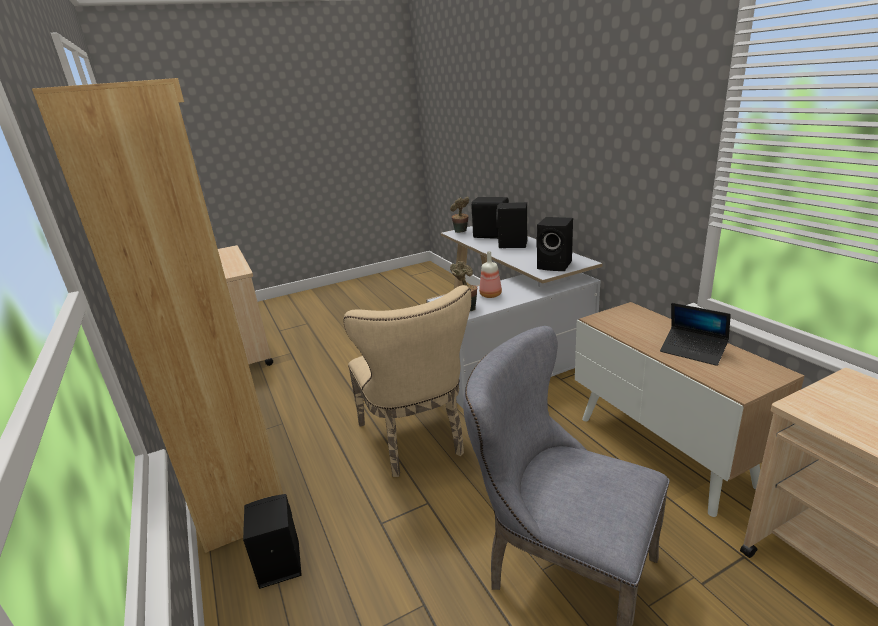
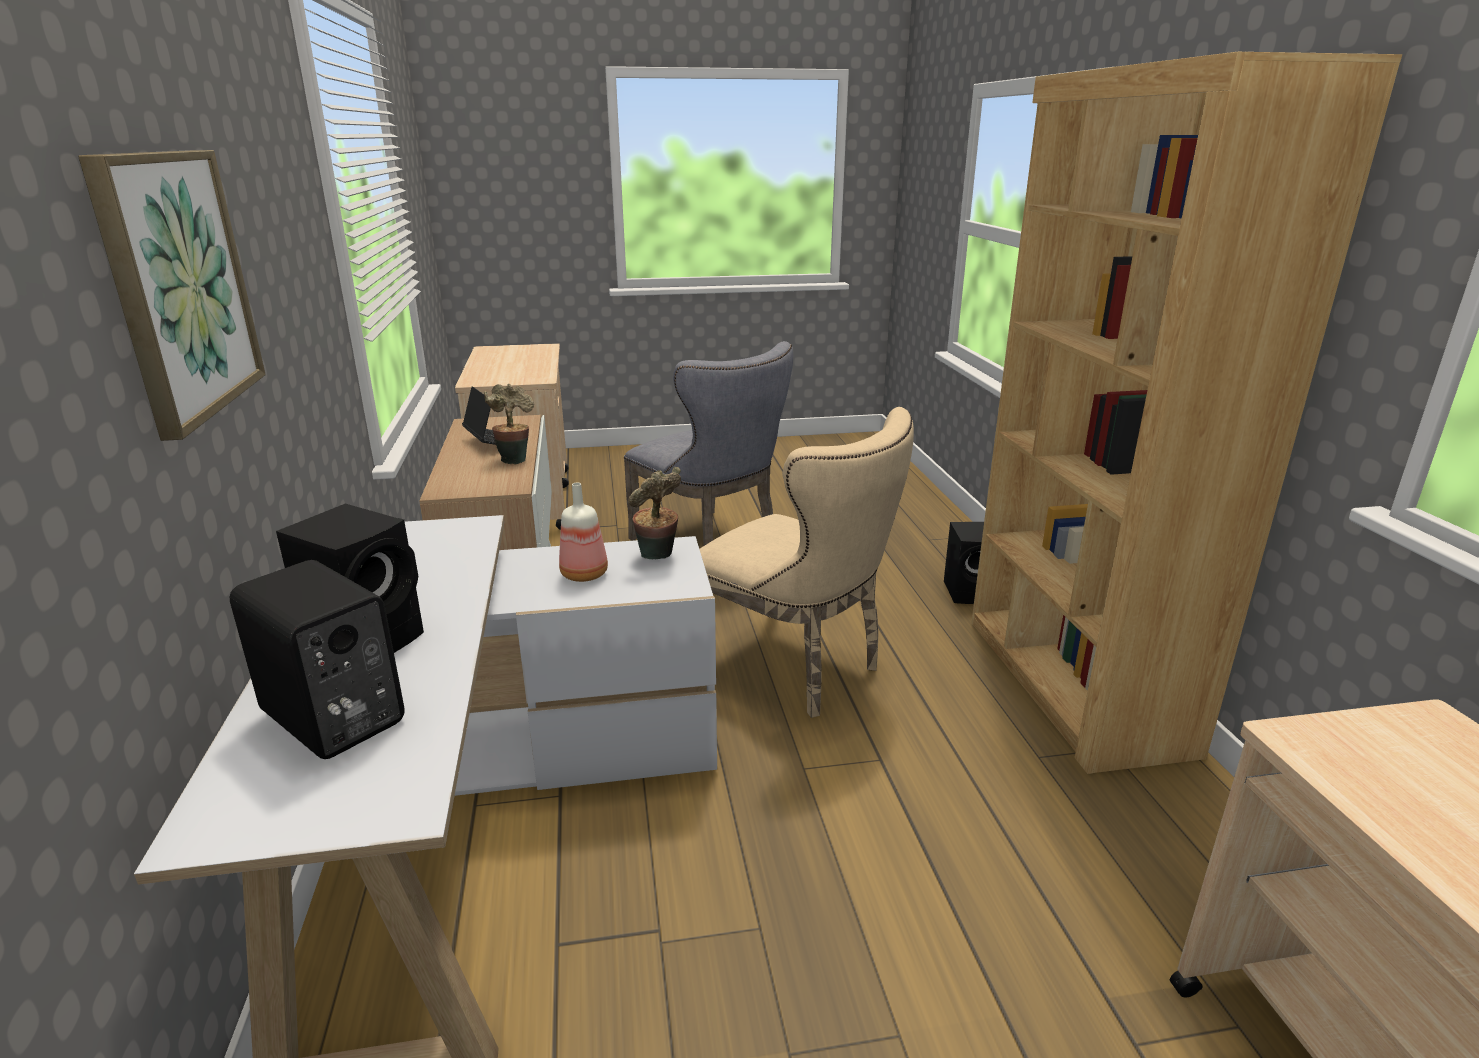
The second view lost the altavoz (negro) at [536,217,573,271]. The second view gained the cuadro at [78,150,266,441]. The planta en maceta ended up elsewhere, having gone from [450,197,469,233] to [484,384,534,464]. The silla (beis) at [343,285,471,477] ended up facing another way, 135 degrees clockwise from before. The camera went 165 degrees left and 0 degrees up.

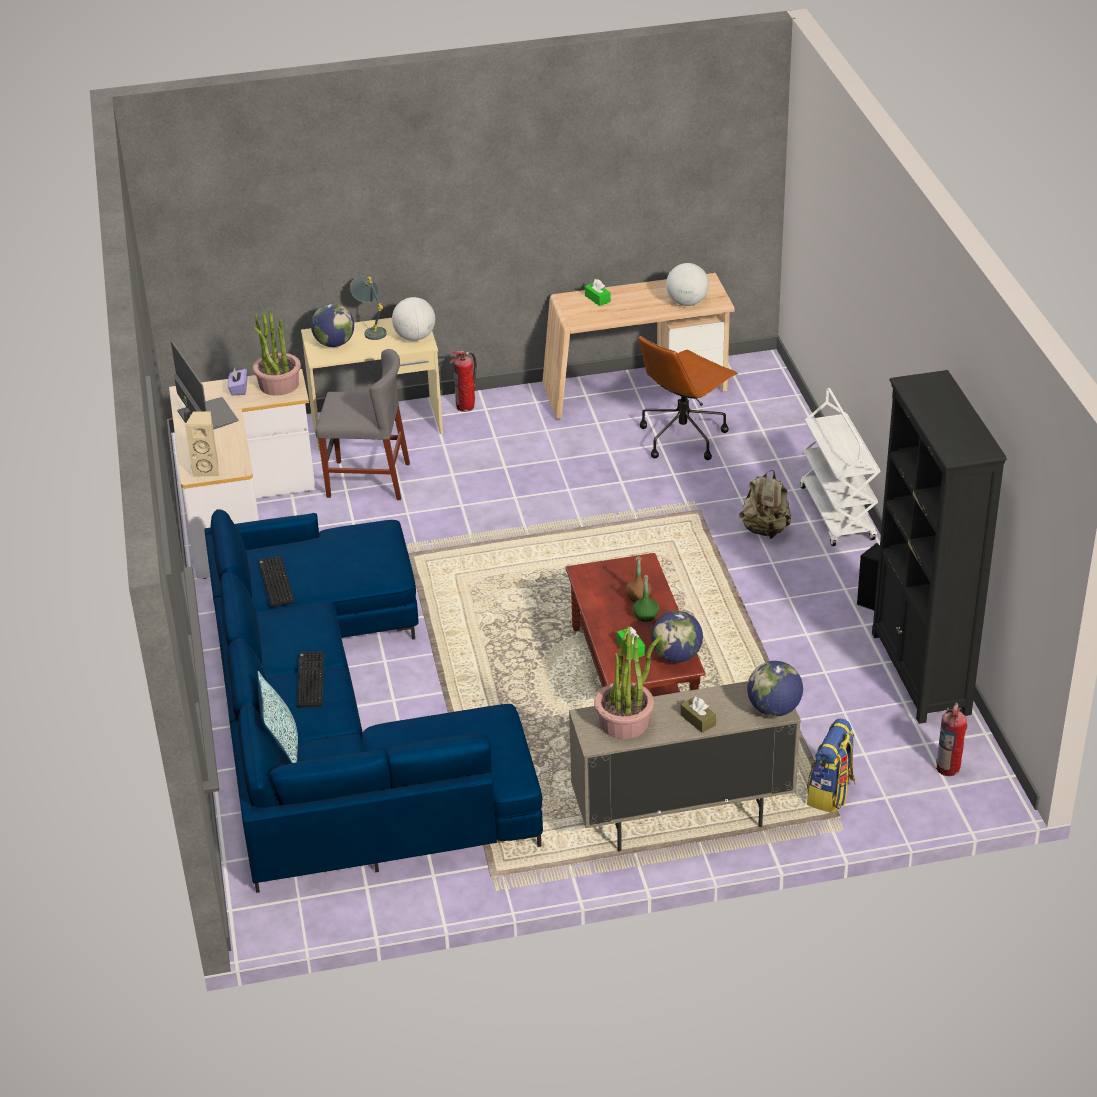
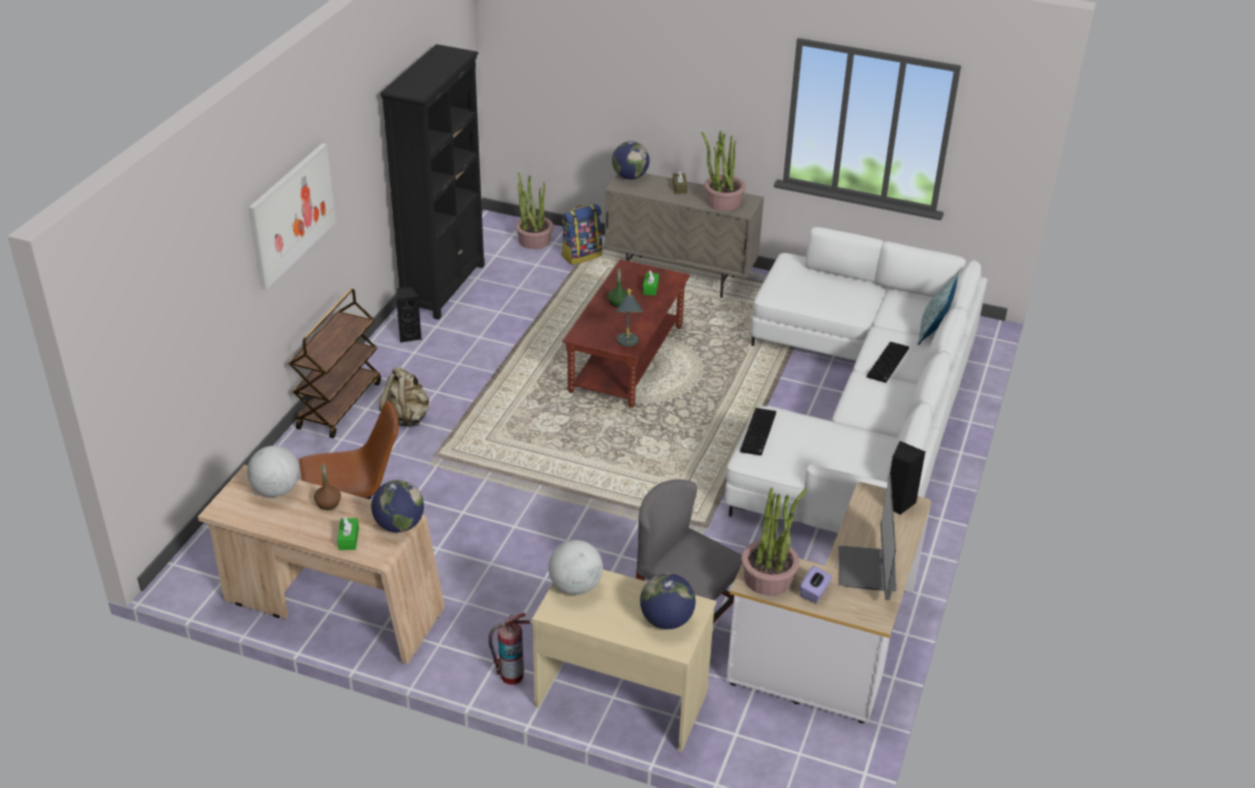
The second view lost the extintor at [936,703,967,776]. The second view gained the cuadro at [248,143,336,290]. The second view gained the planta en maceta at [516,172,554,249]. The teclado ended up elsewhere, having gone from [258,556,295,607] to [740,408,776,456]. The lámpara de mesa (gris) ended up elsewhere, having gone from [350,276,387,340] to [615,289,643,347]. The botella (marrón) ended up elsewhere, having gone from [626,556,652,602] to [314,464,341,510]. The globo terráqueo ended up elsewhere, having gone from [651,611,703,663] to [371,480,424,532]. What was the altavoz (beis) at [184,411,219,477] turned into the altavoz (negro) at [890,441,926,515]. What was the sofá (azul) at [204,509,543,893] turned into the sofá (blanco) at [724,227,988,533]. What was the carrito (blanco) at [800,388,881,546] turned into the carrito (marrón) at [289,289,381,438]. The camera went 150 degrees left and 0 degrees up.

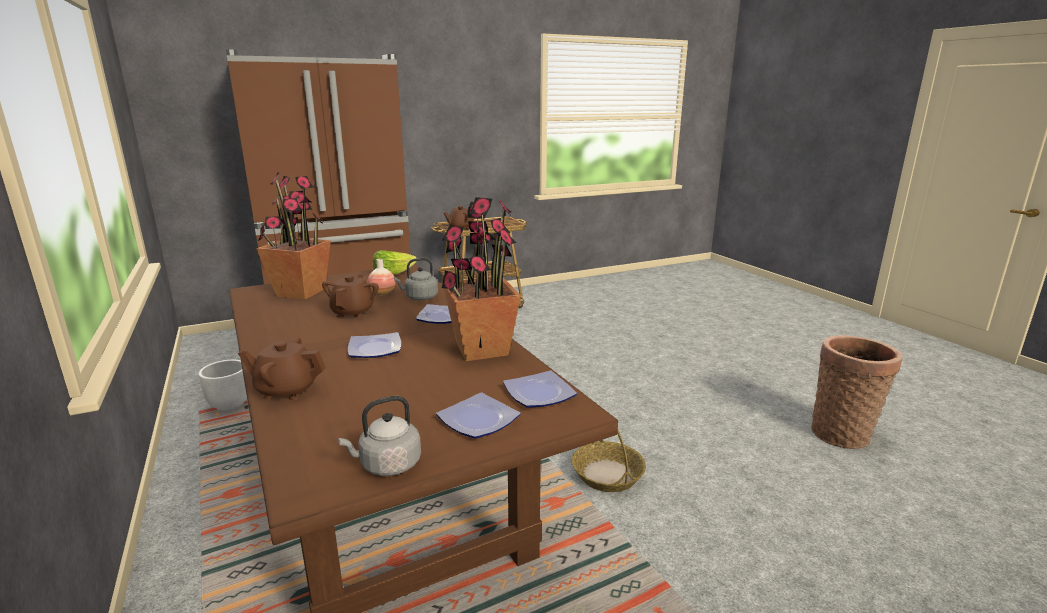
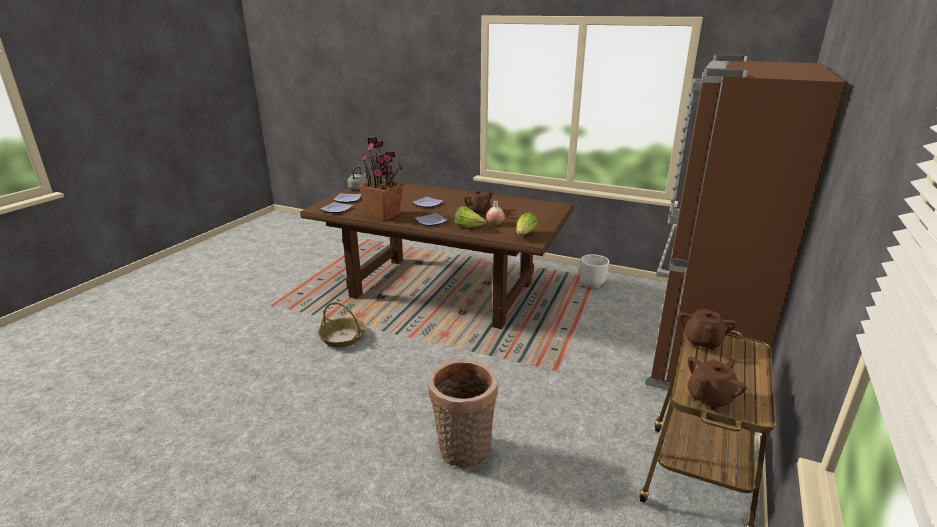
The second view lost the planta en maceta at [256,172,331,300]. The tetera (marrón) ended up elsewhere, having gone from [238,337,326,400] to [687,356,747,410]. The cesta ended up elsewhere, having gone from [811,335,903,449] to [429,359,498,469]. Where the hervidor (gris) stood at [394,258,438,300], the lechuga came to stand at [455,206,486,227]. The camera went 140 degrees right and 5 degrees up.

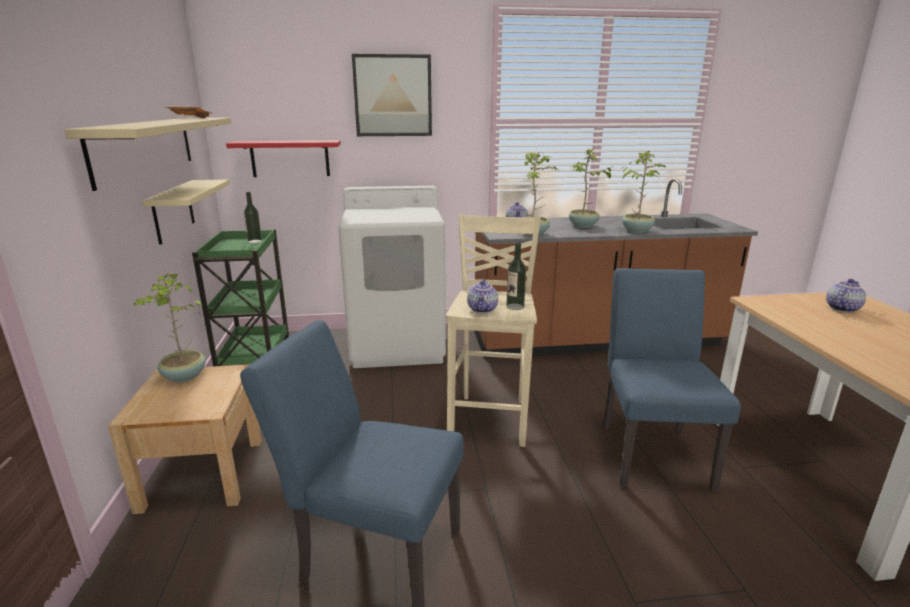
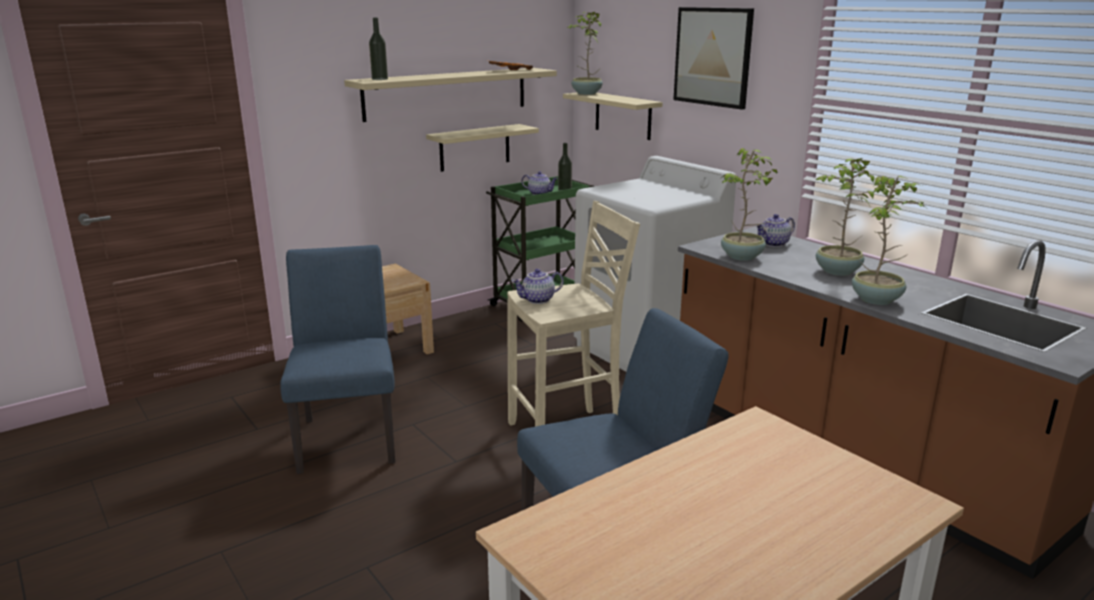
The planta en maceta ended up elsewhere, having gone from [133,273,206,382] to [567,12,603,95]. The botella ended up elsewhere, having gone from [506,242,526,310] to [369,18,388,80]. The tetera ended up elsewhere, having gone from [826,279,866,312] to [521,171,558,195]. What was the estante (rojo) at [226,140,341,177] turned into the estante (beis) at [563,93,663,140]. The camera went 60 degrees right and 0 degrees up.

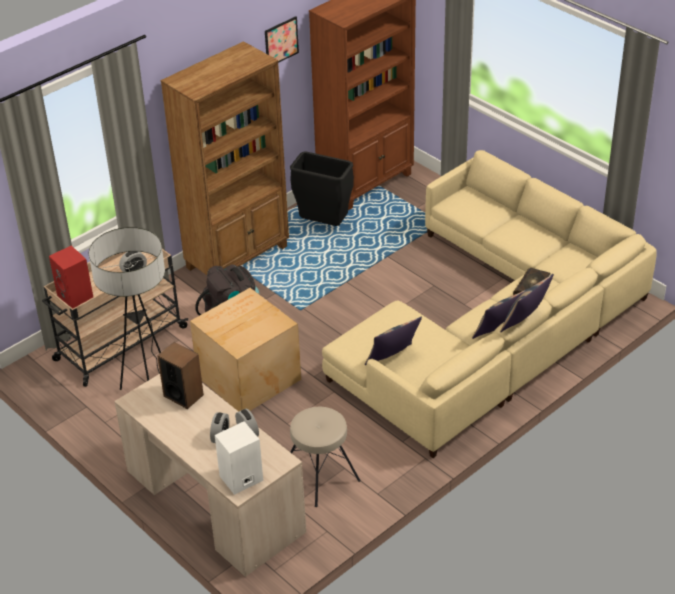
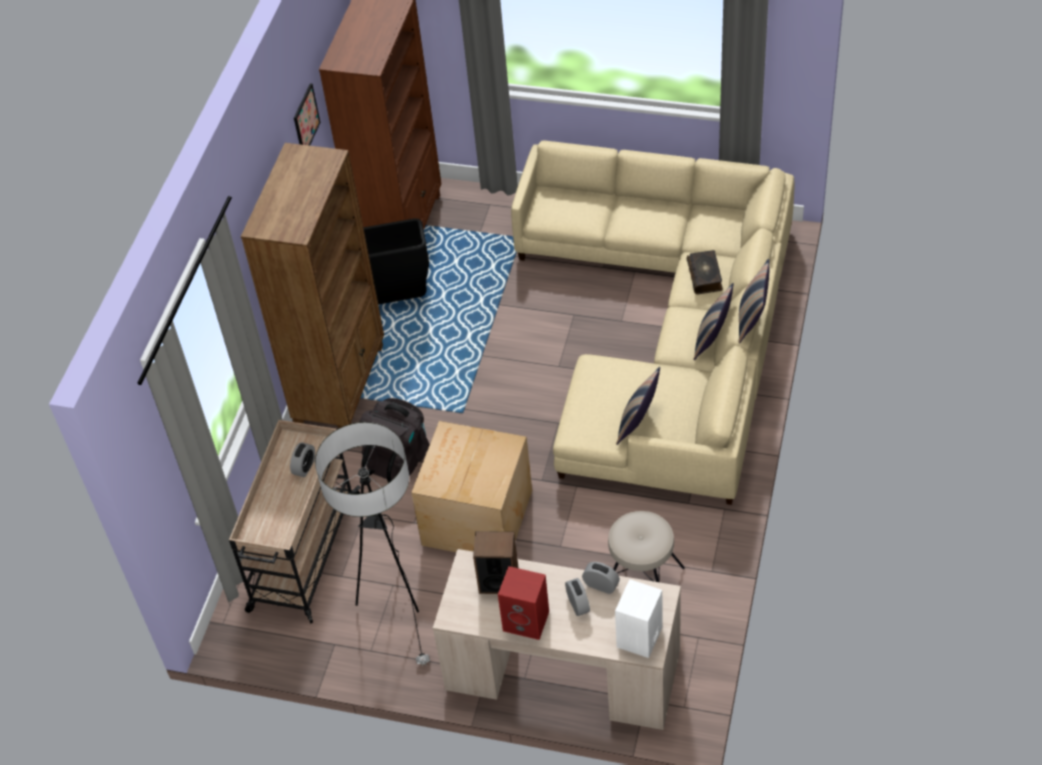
The altavoz (rojo) ended up elsewhere, having gone from [49,246,93,308] to [498,566,549,640]. The camera went 30 degrees left and 10 degrees up.

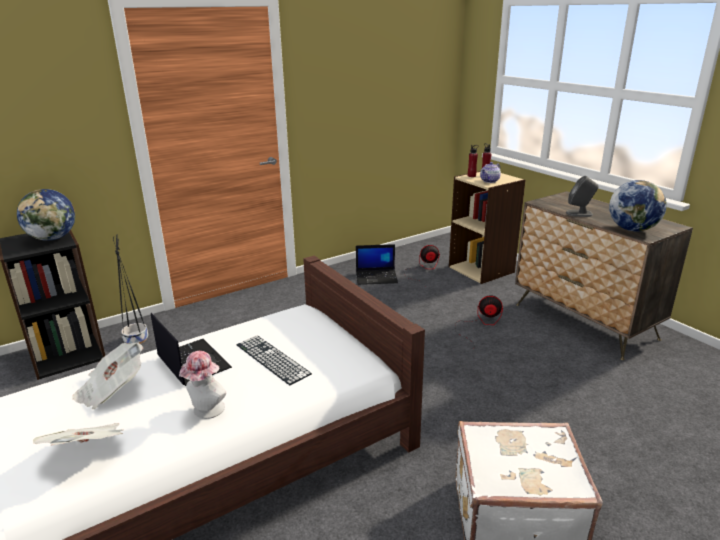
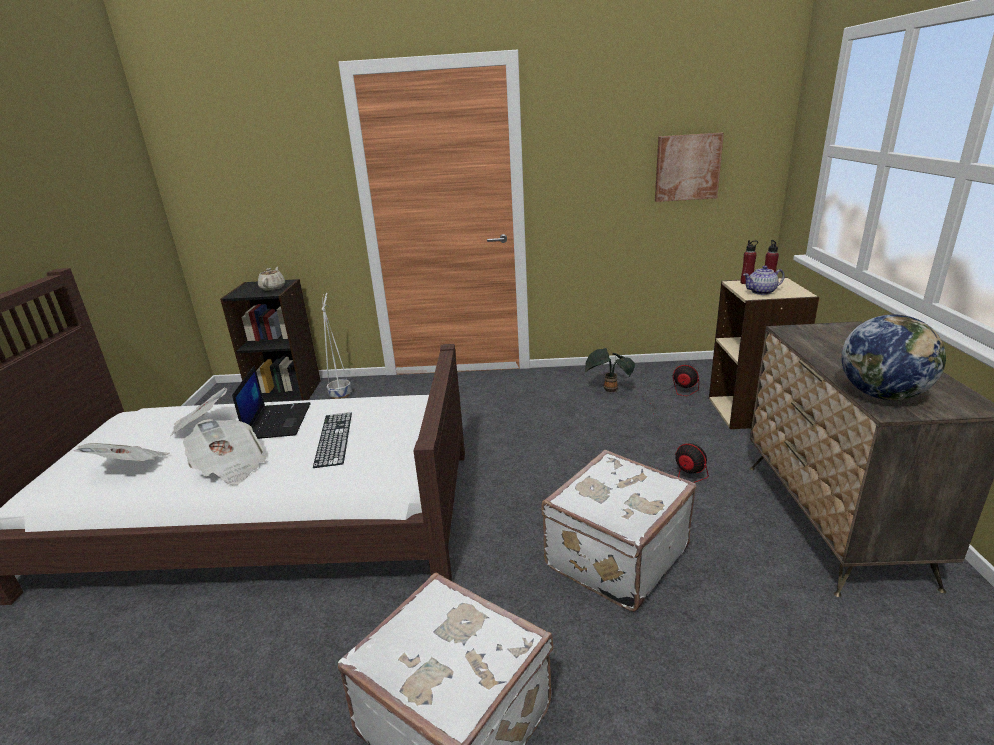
The second view lost the altavoz (gris) at [566,176,598,217]. The second view gained the maleta (blanco) at [541,450,696,612]. The second view gained the cuadro at [655,133,724,202]. Where the globo terráqueo stood at [17,189,75,241], the tetera (beis) came to stand at [258,267,285,291]. Where the sombrero stood at [179,351,226,419], the periódico came to stand at [183,419,266,485]. Where the portátil stood at [356,244,398,285], the planta en maceta came to stand at [585,348,635,392]. What was the maceta (negro) at [113,234,148,344] turned into the maceta (blanco) at [322,293,351,399]. The camera went 35 degrees right and 0 degrees up.

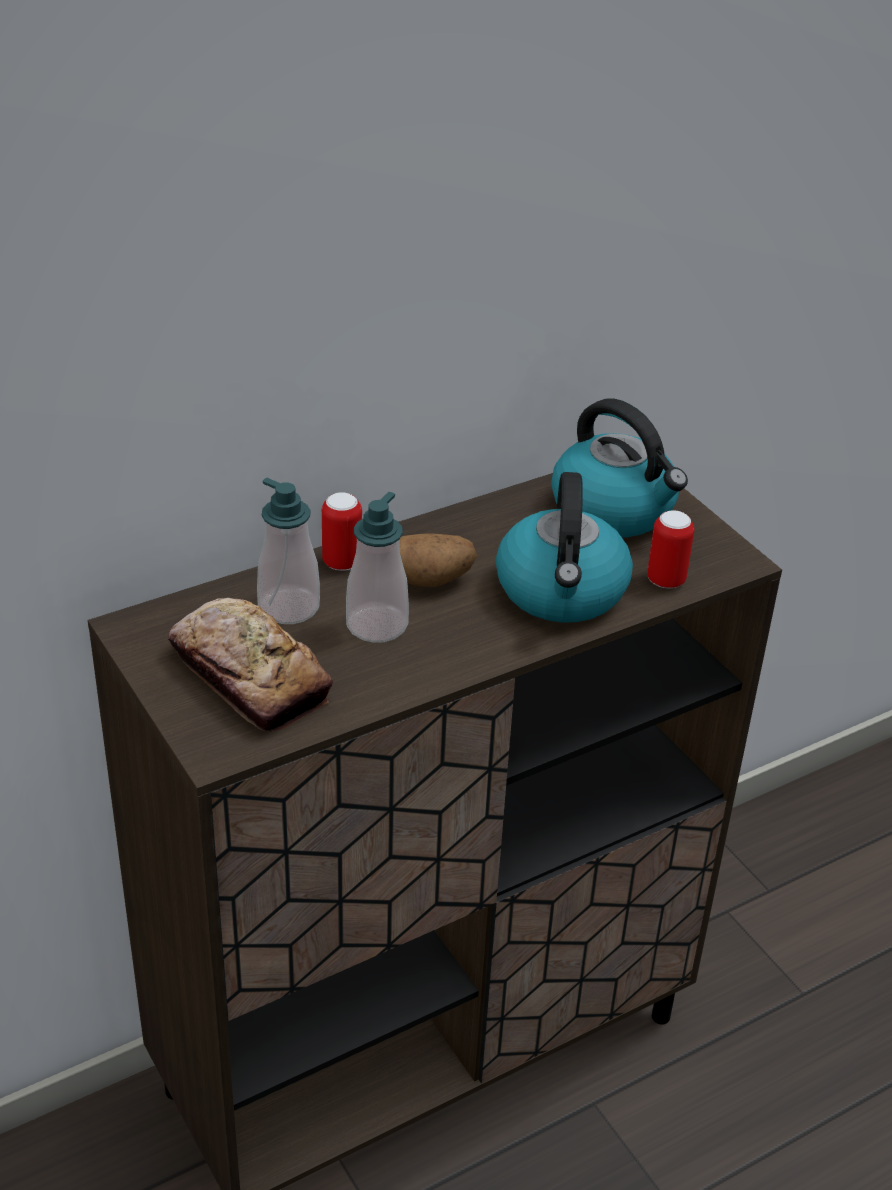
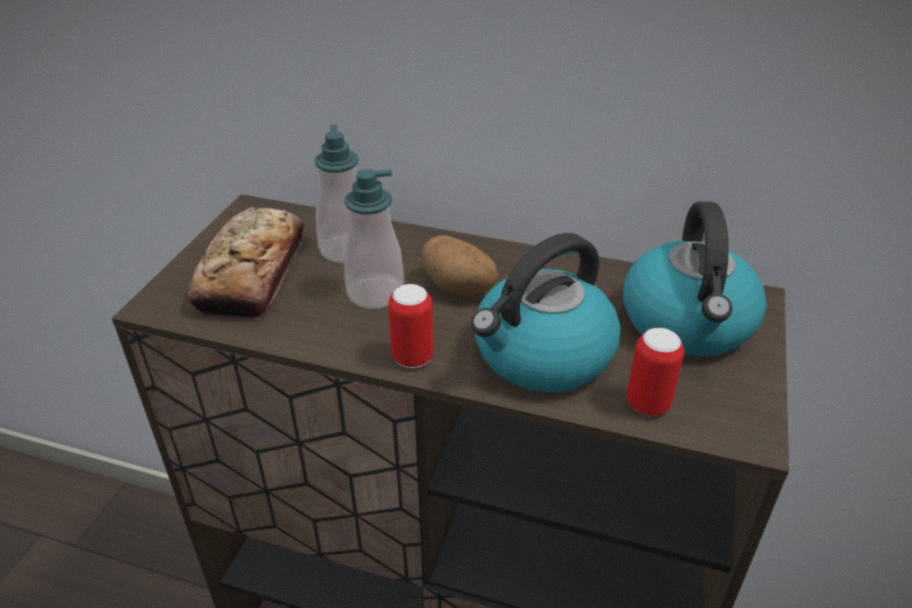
The lata ended up elsewhere, having gone from [322,492,362,571] to [388,284,434,368]. The camera went 50 degrees right and 0 degrees up.

